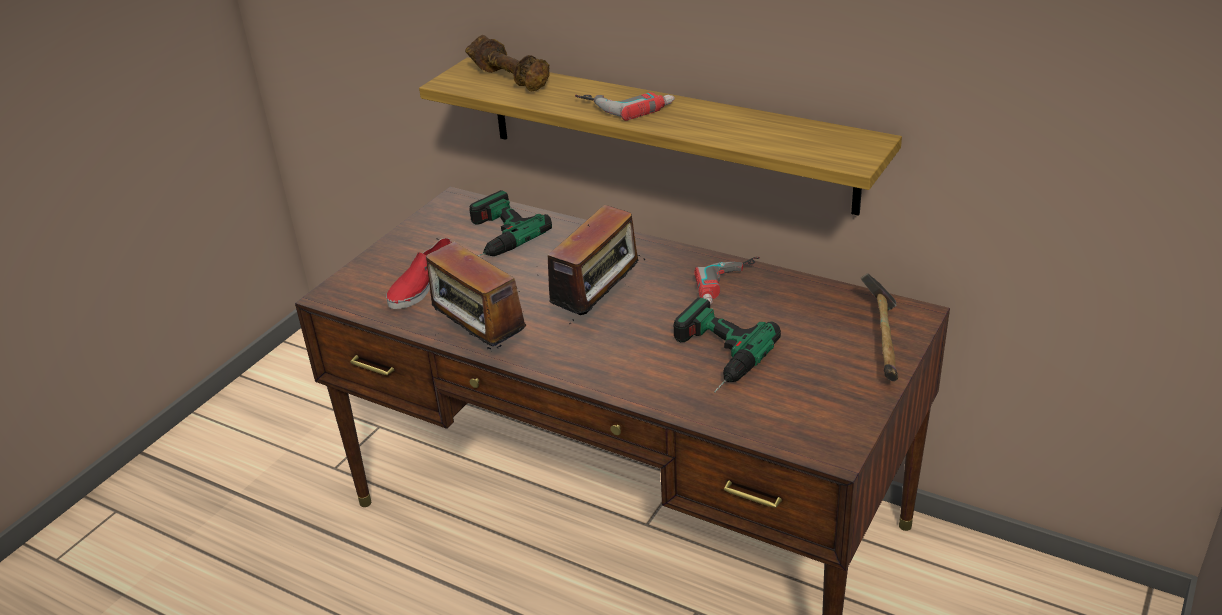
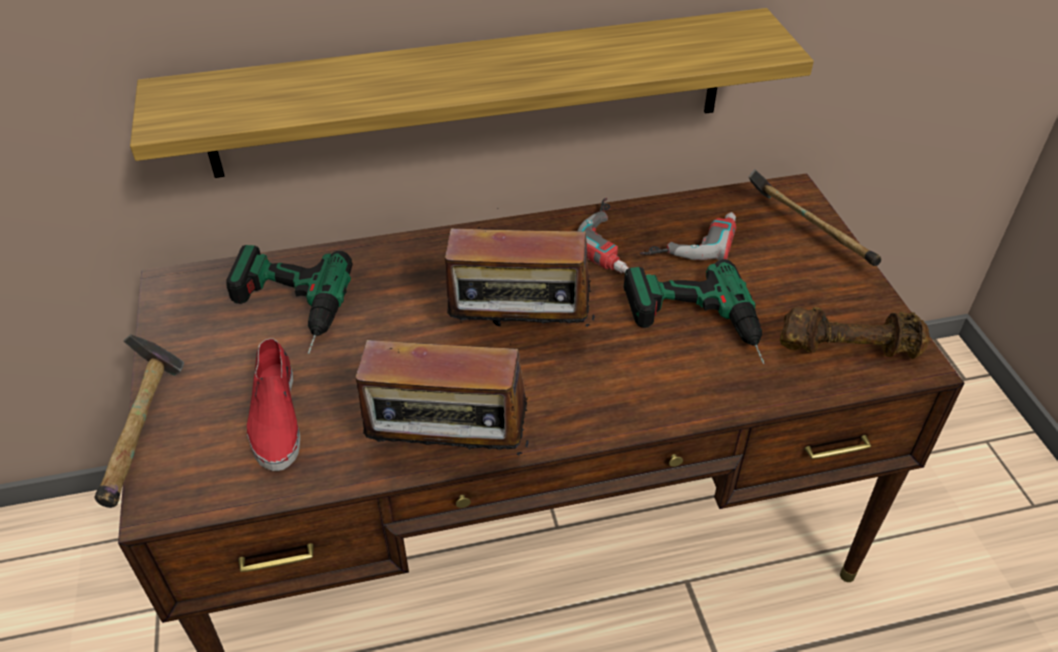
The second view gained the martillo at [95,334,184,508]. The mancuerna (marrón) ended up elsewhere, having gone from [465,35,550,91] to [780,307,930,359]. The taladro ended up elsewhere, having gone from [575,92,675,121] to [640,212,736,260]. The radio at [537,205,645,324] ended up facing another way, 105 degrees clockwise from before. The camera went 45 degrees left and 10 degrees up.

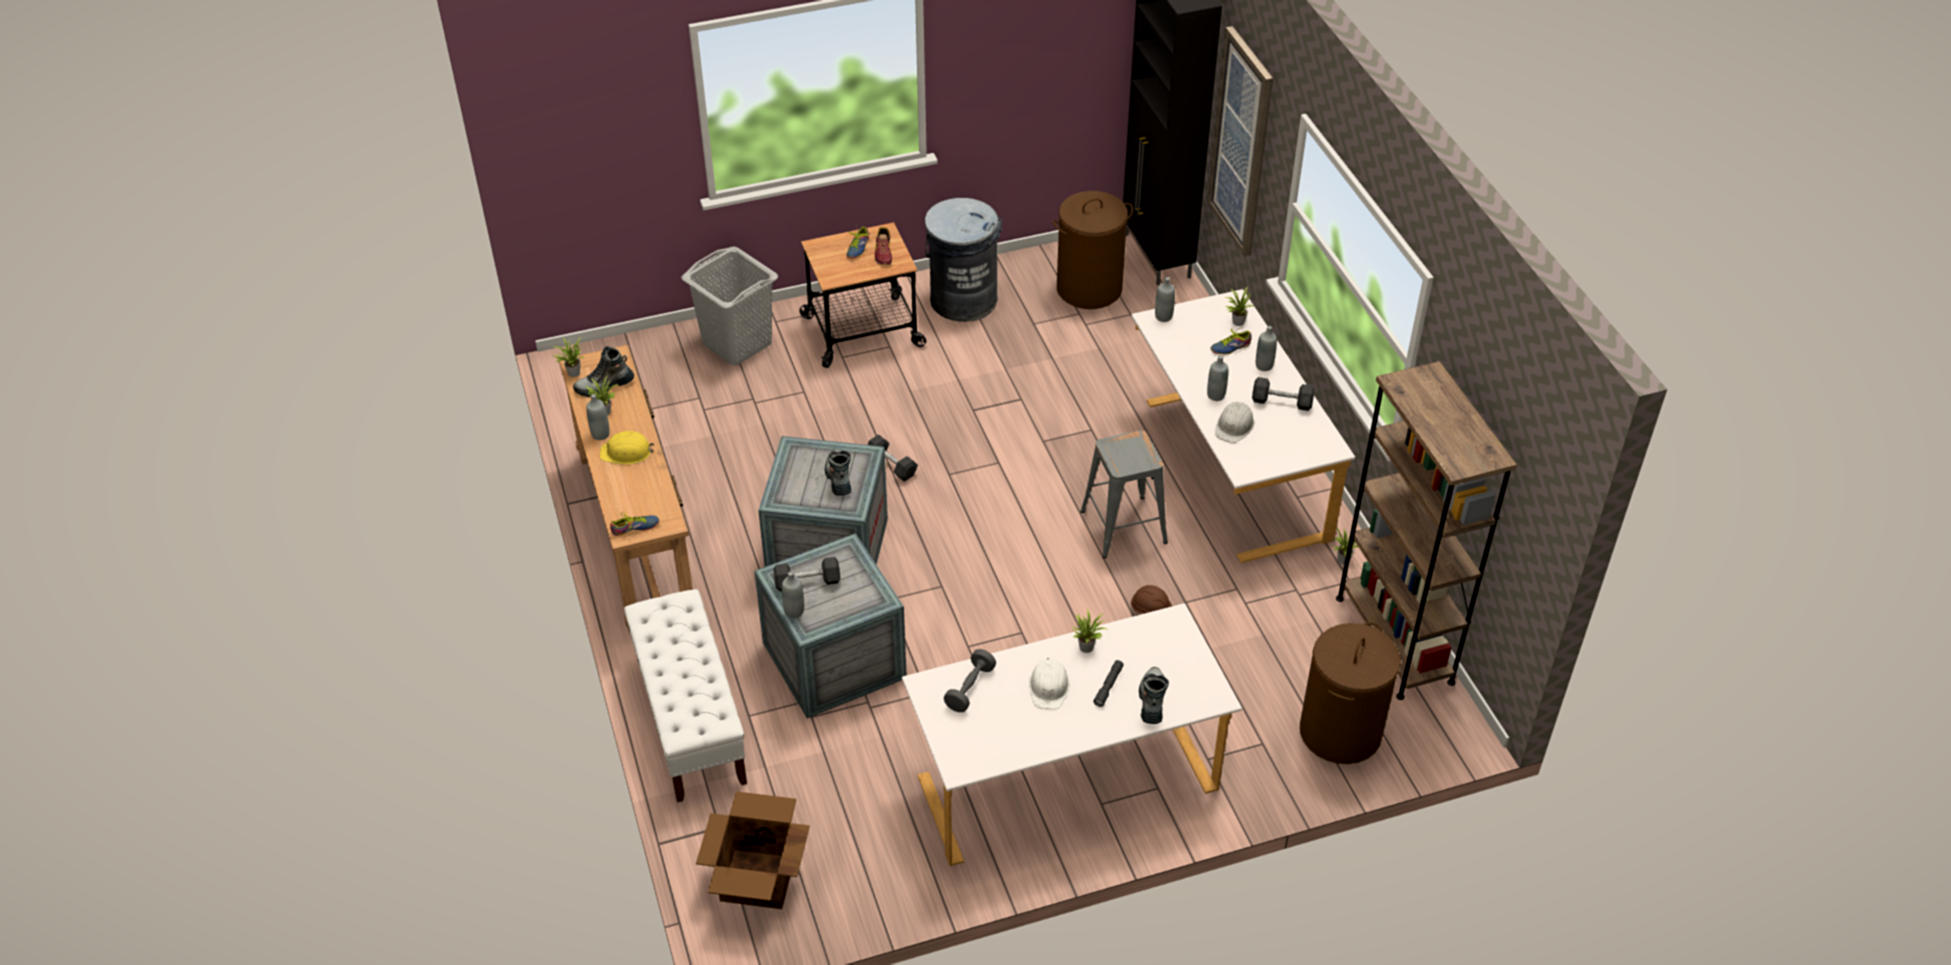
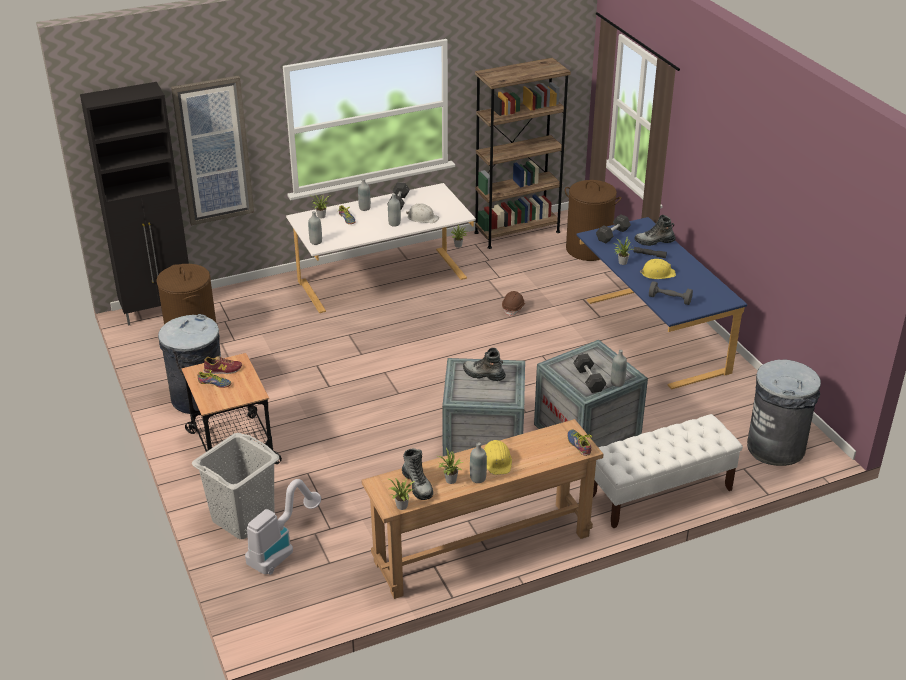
The second view lost the taburete (gris) at [1080,430,1168,558]. The second view gained the aspiradora at [245,479,321,575]. The mancuerna (gris) ended up elsewhere, having gone from [868,434,918,482] to [596,214,631,243]. Where the caja de cartón stood at [696,791,810,909], the papelera (gris) came to stand at [747,360,821,466]. What was the escritorio (blanco) at [902,603,1242,866] turned into the escritorio (azul) at [576,217,747,390]. What was the casco (blanco) at [1029,658,1069,709] turned into the casco (amarillo) at [640,259,676,279]. The bota at [825,450,851,496] ended up facing another way, 45 degrees clockwise from before. The camera went 95 degrees left and 10 degrees down.

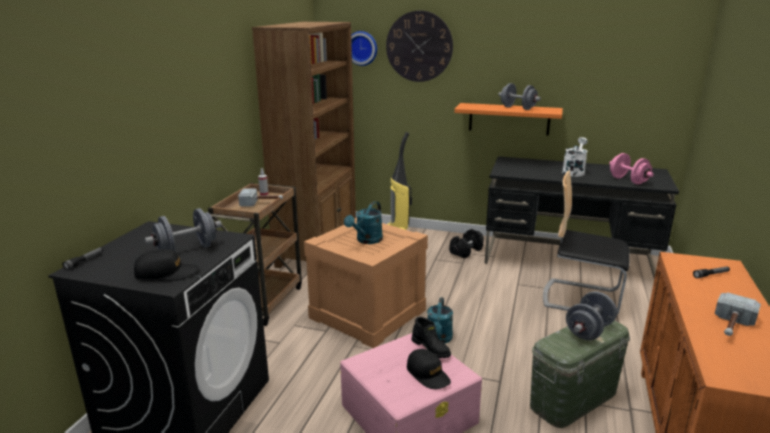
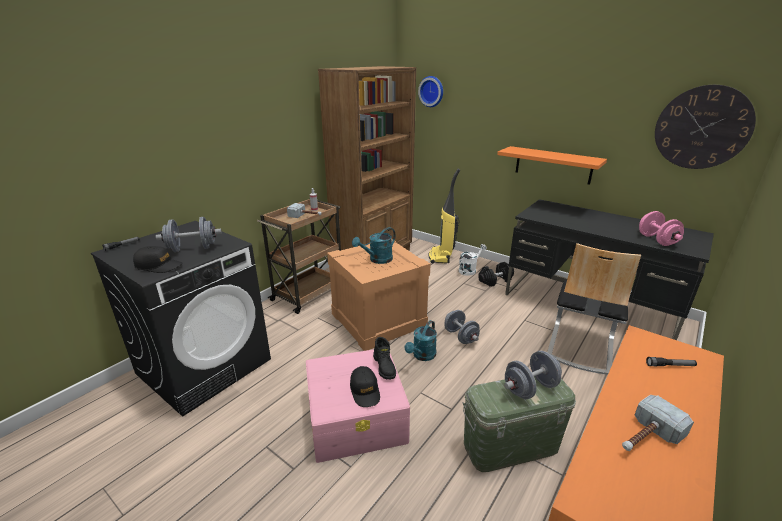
The reloj de pared ended up elsewhere, having gone from [386,11,453,82] to [655,85,756,169]. The mancuerna (gris) ended up elsewhere, having gone from [498,83,541,110] to [444,310,480,344]. The regadera (blanco) ended up elsewhere, having gone from [562,137,588,177] to [459,244,487,276]. The silla at [543,170,630,315] ended up facing another way, 105 degrees counterclockwise from before. The camera went 20 degrees right and 5 degrees up.

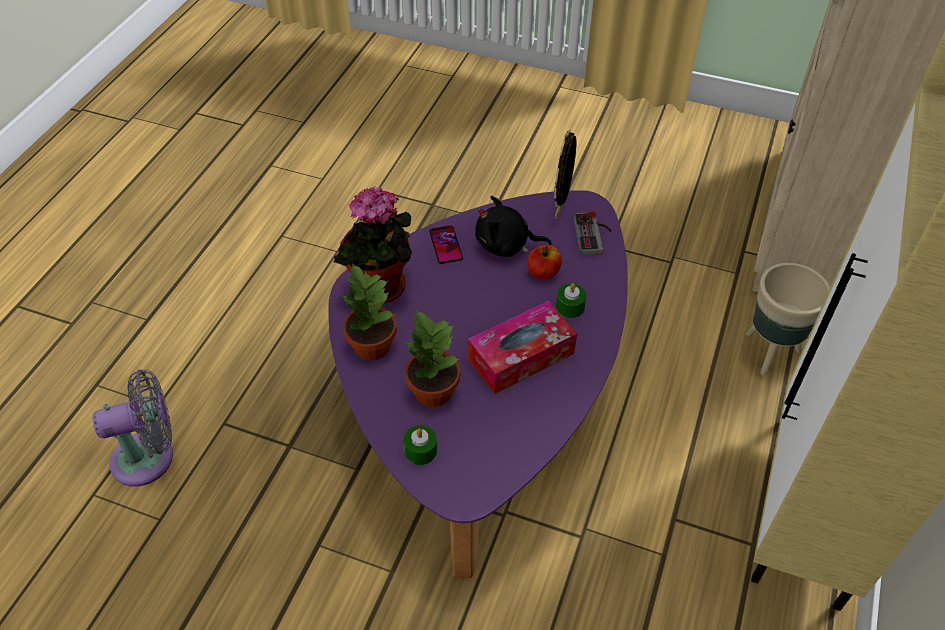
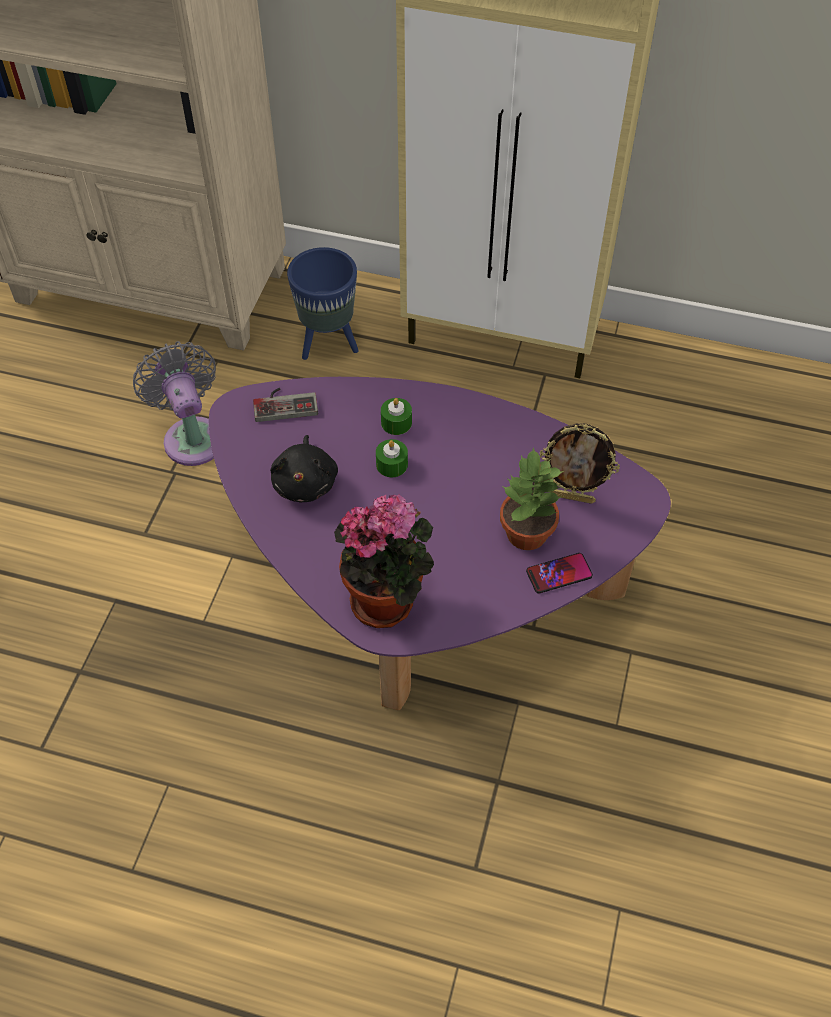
The second view lost the planta en maceta at [342,263,397,360]. The second view lost the caja de pañuelos at [468,301,577,394]. The second view lost the manzana at [527,245,562,279]. The ventilador (gris) ended up elsewhere, having gone from [92,370,173,487] to [133,341,216,466]. The vela (verde) ended up elsewhere, having gone from [404,425,437,465] to [376,439,408,477]. The móvil ended up elsewhere, having gone from [429,225,463,264] to [526,553,593,594]. The portarretratos ended up elsewhere, having gone from [553,130,576,219] to [540,423,620,504]. What was the maceta (beis) at [746,263,831,376] turned into the maceta (azul) at [287,247,359,360]. The camera went 95 degrees left and 5 degrees up.

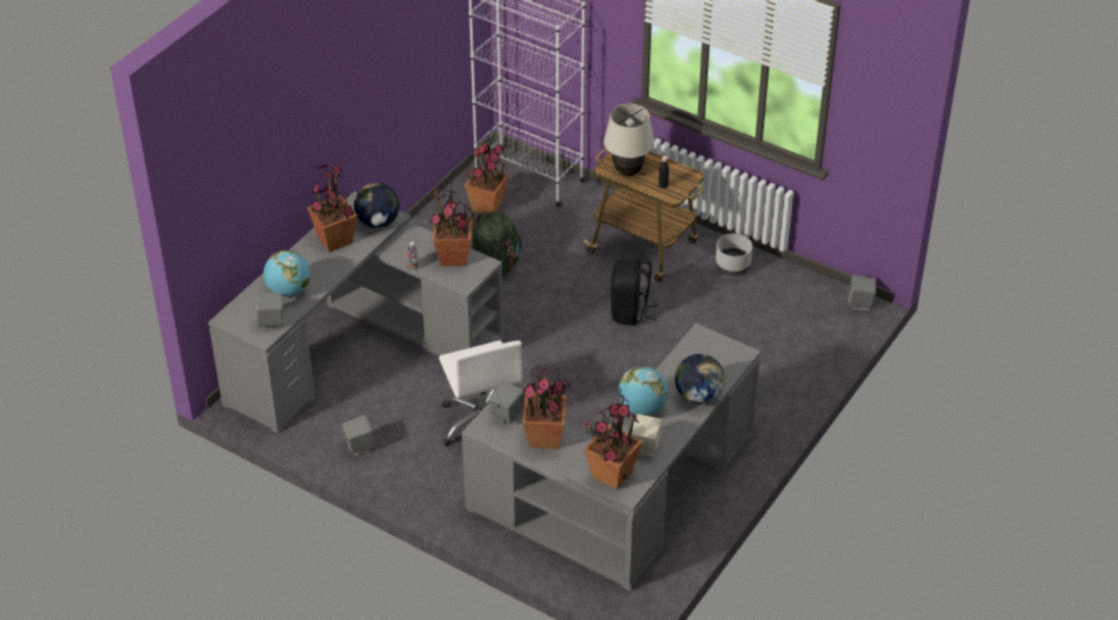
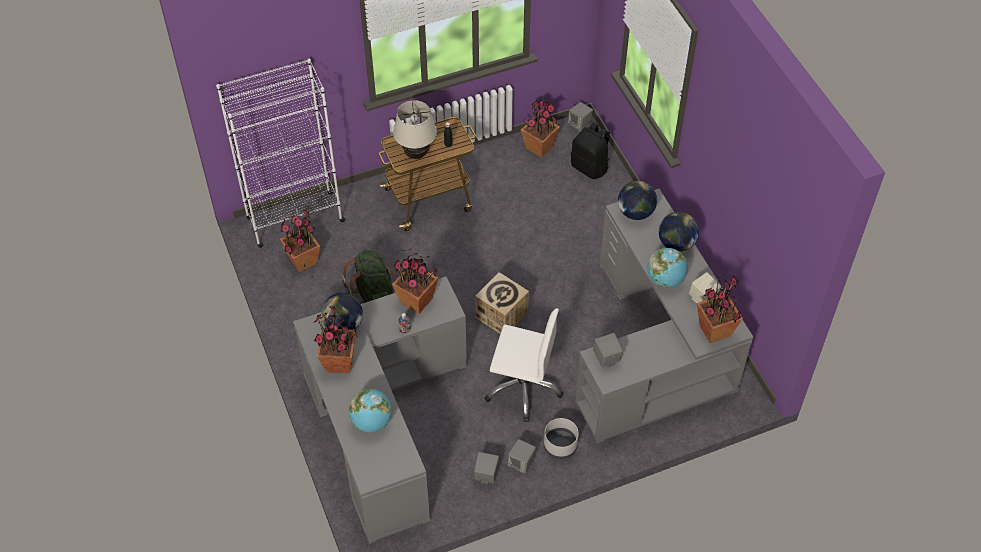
The second view gained the caja de cartón at [475,272,529,334]. The second view gained the globo terráqueo at [618,181,657,220]. The altavoz (gris) ended up elsewhere, having gone from [256,293,283,331] to [507,439,536,474]. The planta en maceta ended up elsewhere, having gone from [522,366,572,449] to [521,100,560,157]. The mochila (negro) ended up elsewhere, having gone from [611,258,658,326] to [571,122,610,179]. The maceta (gris) ended up elsewhere, having gone from [715,233,753,276] to [544,418,579,459]. The camera went 55 degrees left and 10 degrees up.

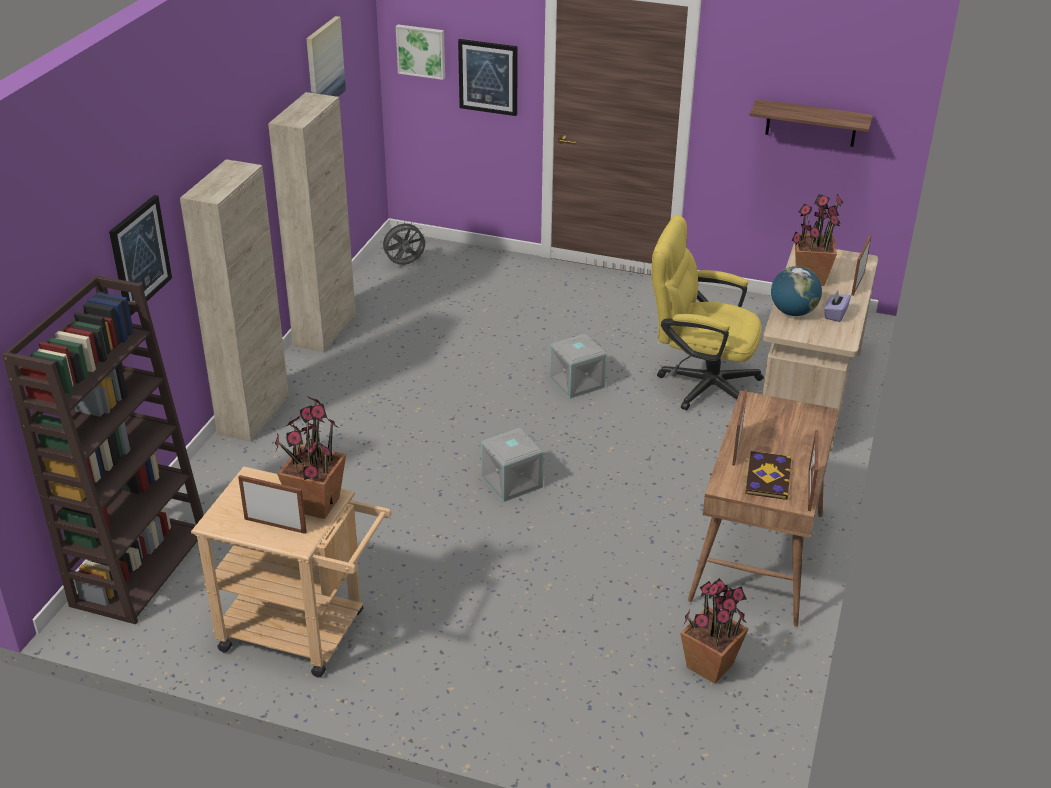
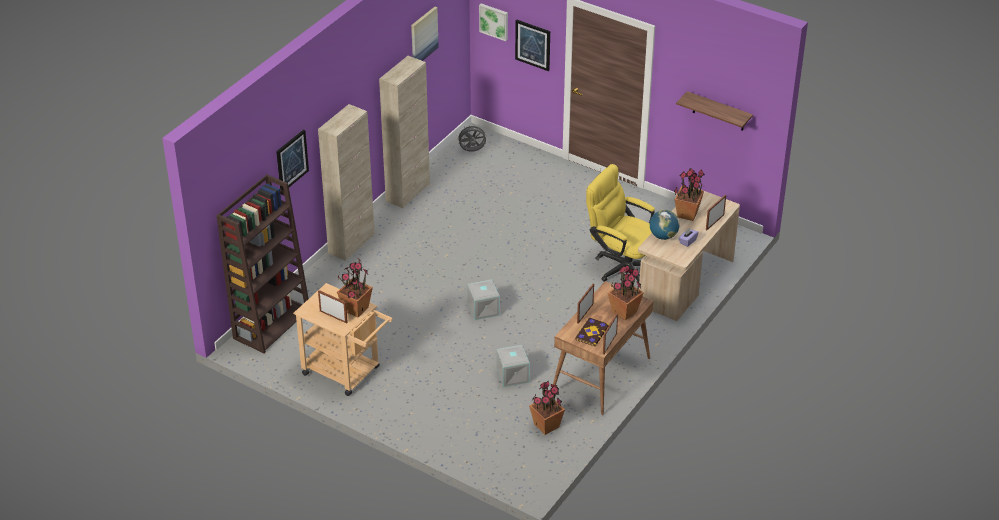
The second view gained the planta en maceta at [608,265,644,320]. The caja de almacenaje (gris) ended up elsewhere, having gone from [550,334,607,399] to [497,345,530,387]. The camera went 15 degrees right and 5 degrees up.

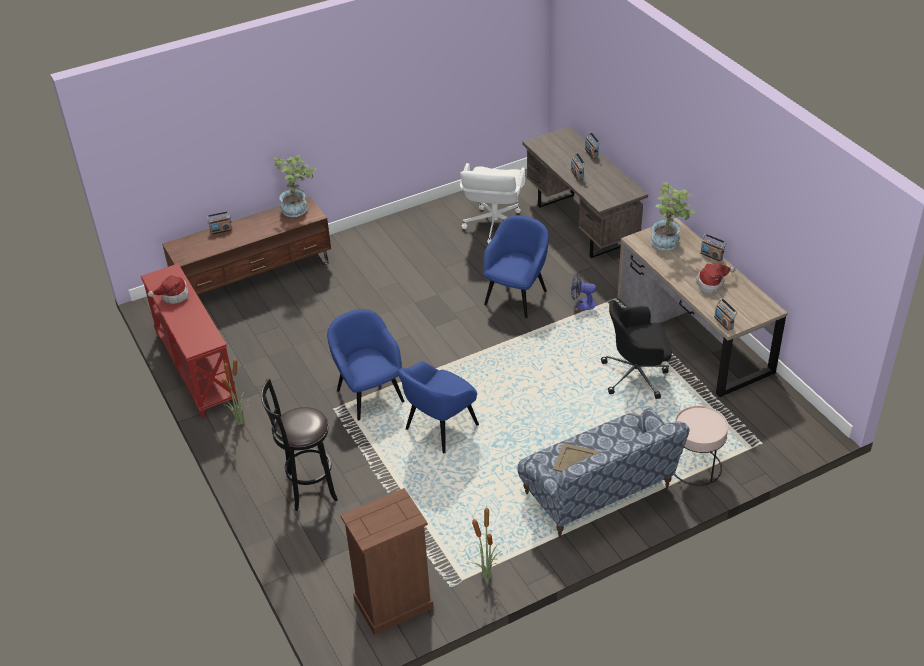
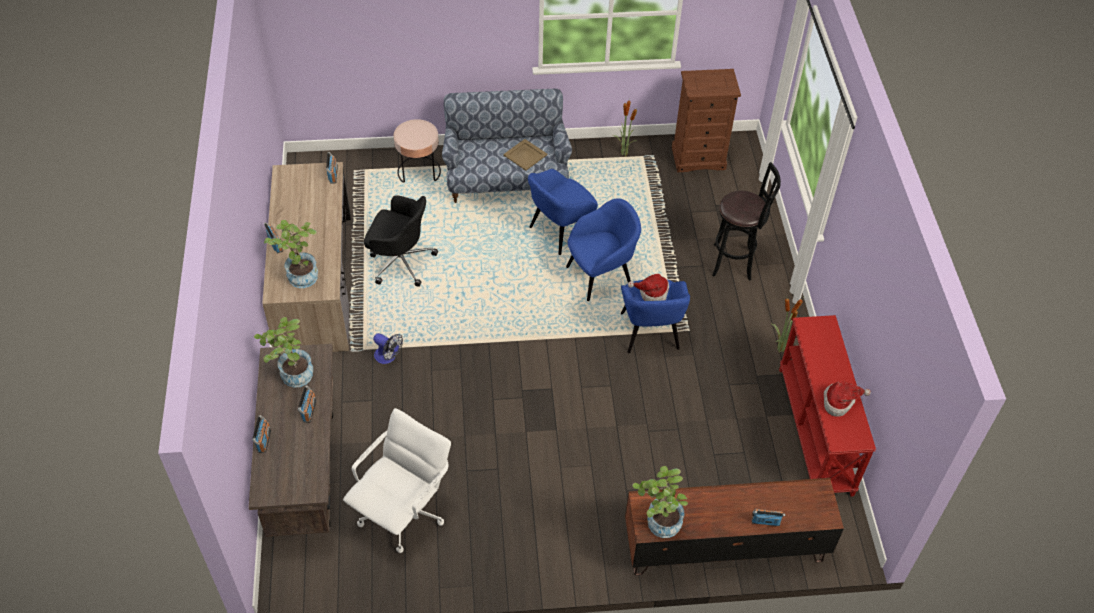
The second view gained the planta en maceta at [254,317,313,388]. The sillón (azul) ended up elsewhere, having gone from [483,215,549,318] to [528,169,598,255]. The sombrero ended up elsewhere, having gone from [696,264,736,294] to [628,274,669,301]. The camera went 160 degrees left and 10 degrees up.

